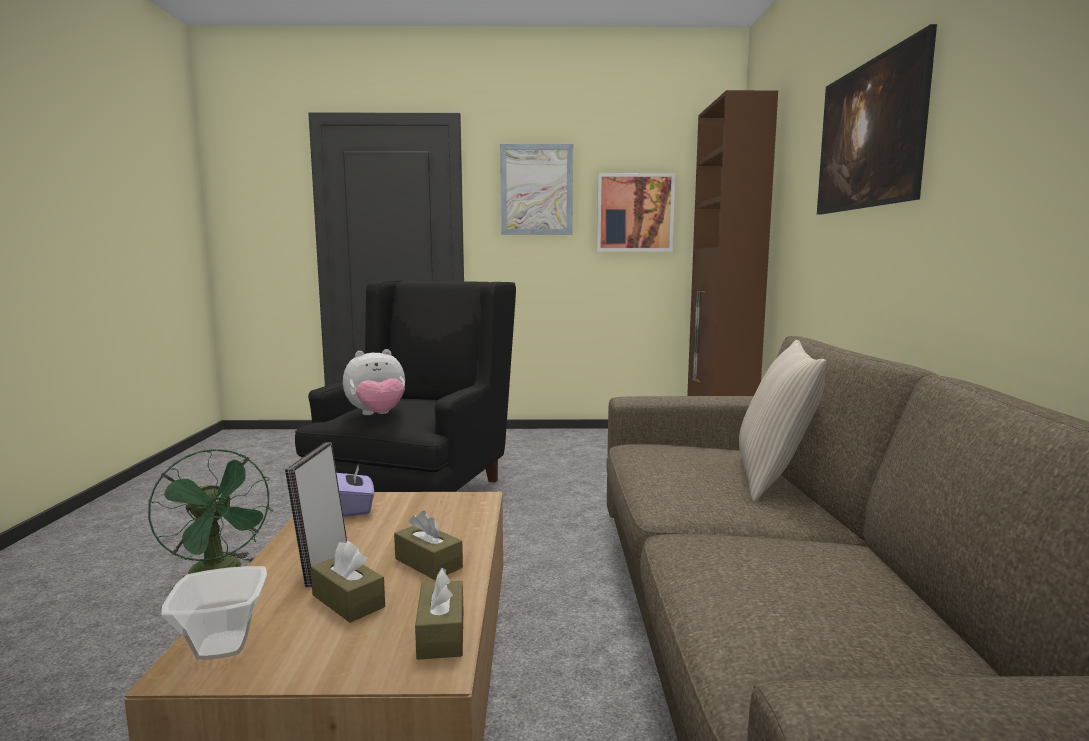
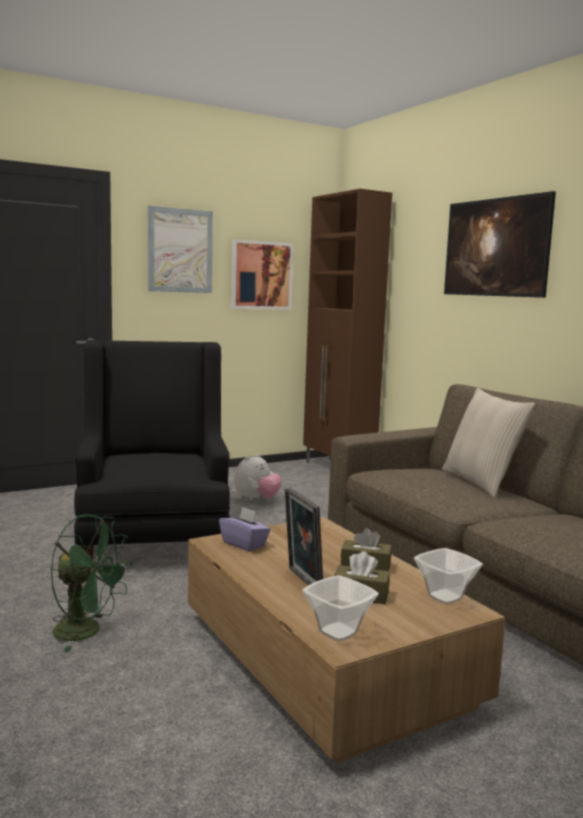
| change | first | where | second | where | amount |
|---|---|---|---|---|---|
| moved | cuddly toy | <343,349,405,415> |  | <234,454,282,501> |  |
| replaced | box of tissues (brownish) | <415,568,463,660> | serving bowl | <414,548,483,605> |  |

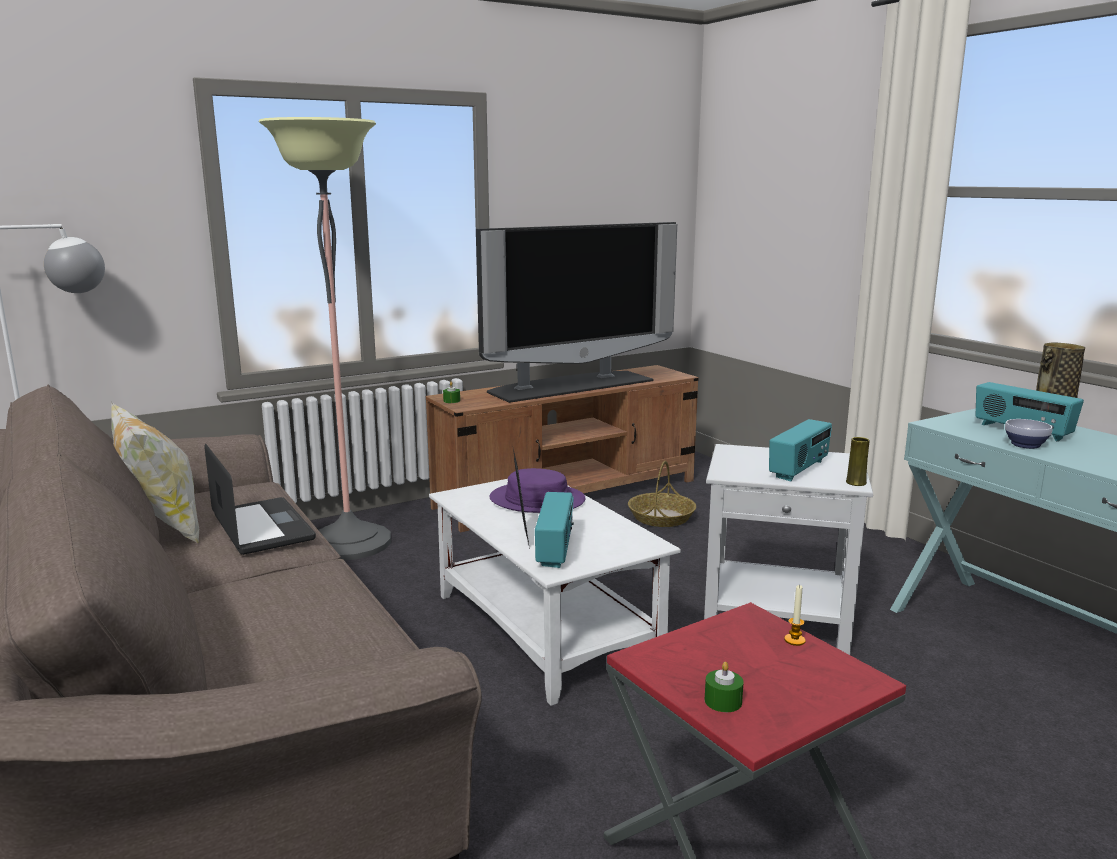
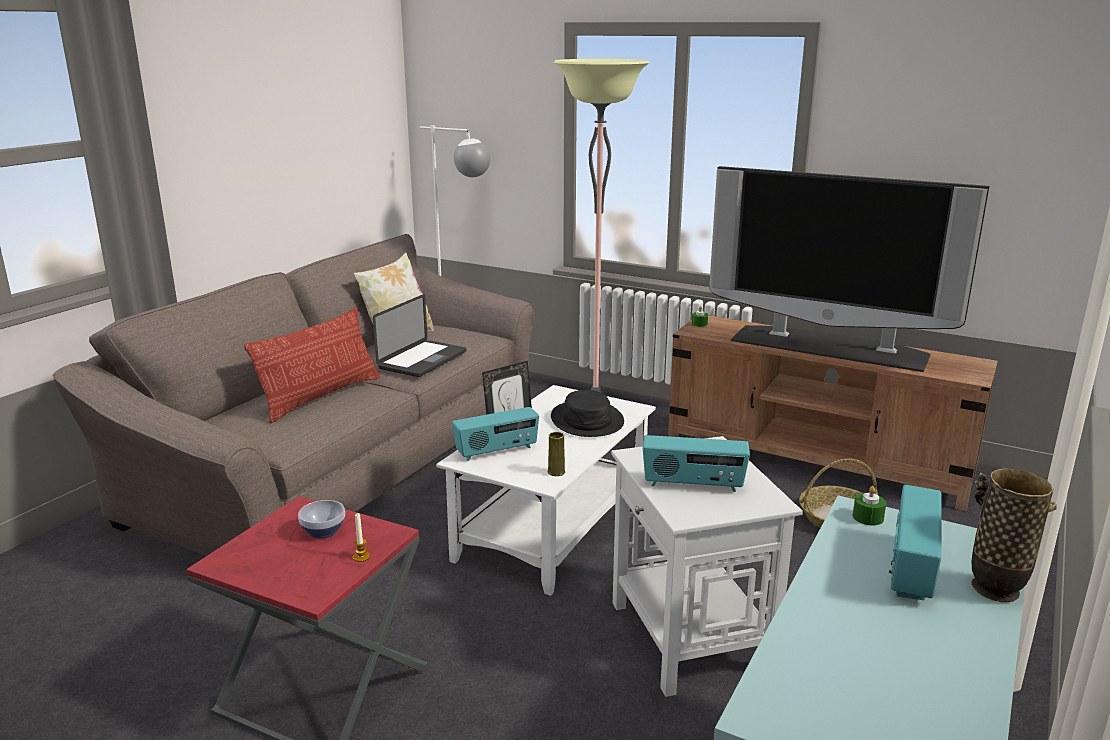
| change | first | where | second | where | amount |
|---|---|---|---|---|---|
| moved | serving bowl | <1005,419,1053,449> |  | <298,500,345,538> |  |
| moved | decorative vase (yellow-coloured) | <846,437,870,486> |  | <548,432,565,476> |  |
| recoloured | hat (purple) | <490,468,585,513> | hat (black) | <551,390,624,437> |  |
| moved | wax light (greenish) | <705,662,743,712> |  | <853,486,886,526> |  |
| added |  |  | pillow | <244,307,380,423> |  |

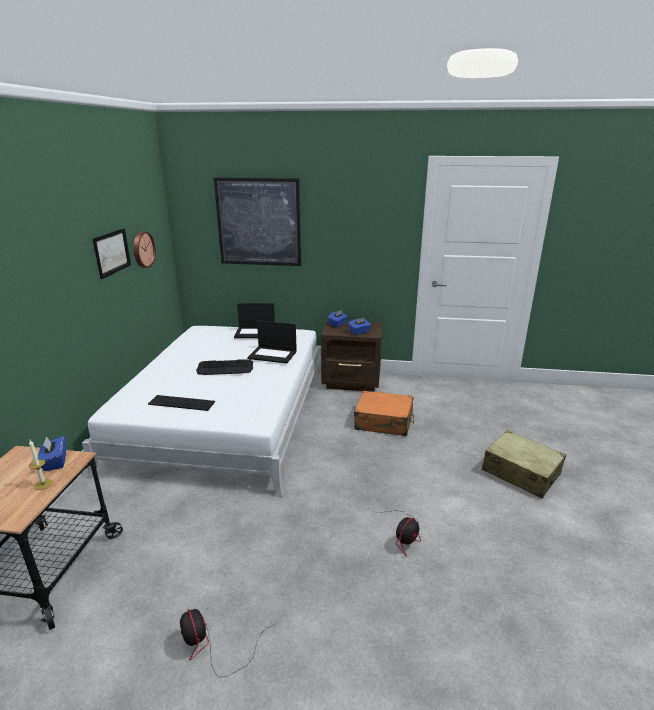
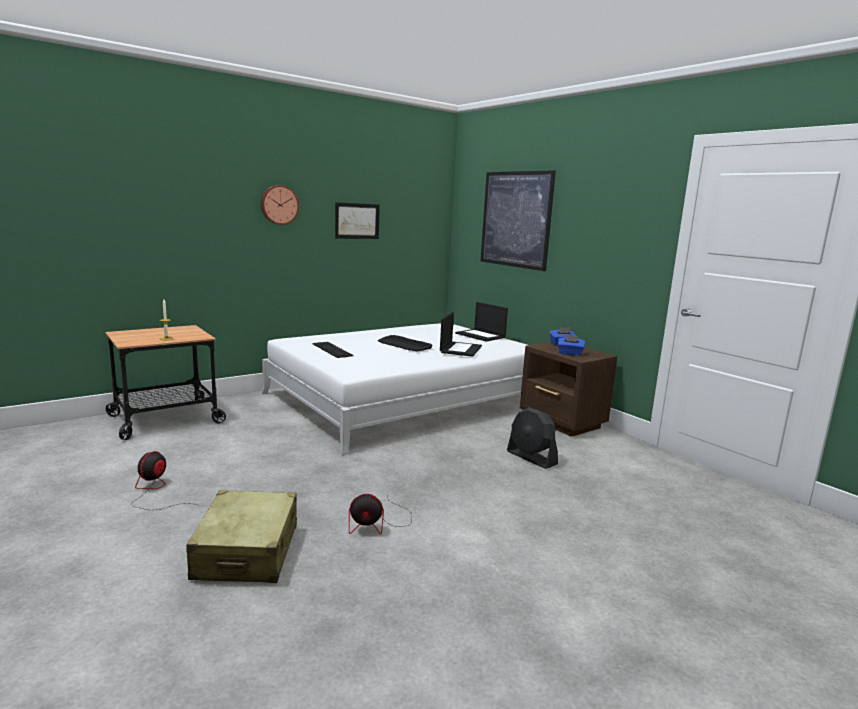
| change | first | where | second | where | amount |
|---|---|---|---|---|---|
| moved | wall clock | <134,232,156,268> |  | <261,185,299,225> |  |
| turned | portable computer | <247,320,297,364> |  | <440,312,482,357> | 135 degrees counterclockwise |
| replaced | suitcase (orangey) | <354,391,414,436> | cooling fan (black) | <507,407,558,469> |  |
| moved | suitcase (beige) | <482,430,566,499> |  | <186,490,297,583> |  |
| removed | box of tissues (blue-coloured) | <38,436,66,471> |  |  |  |

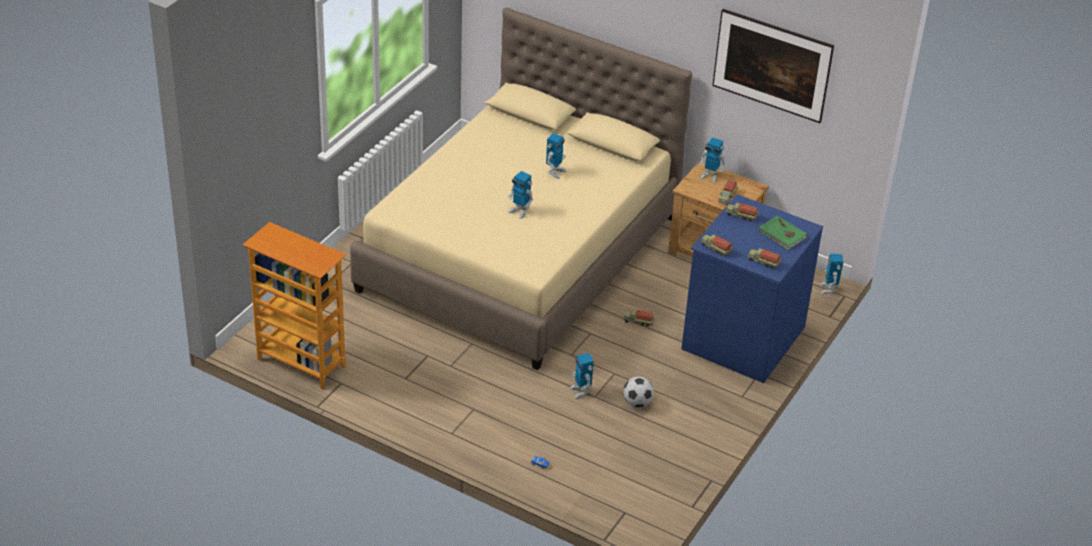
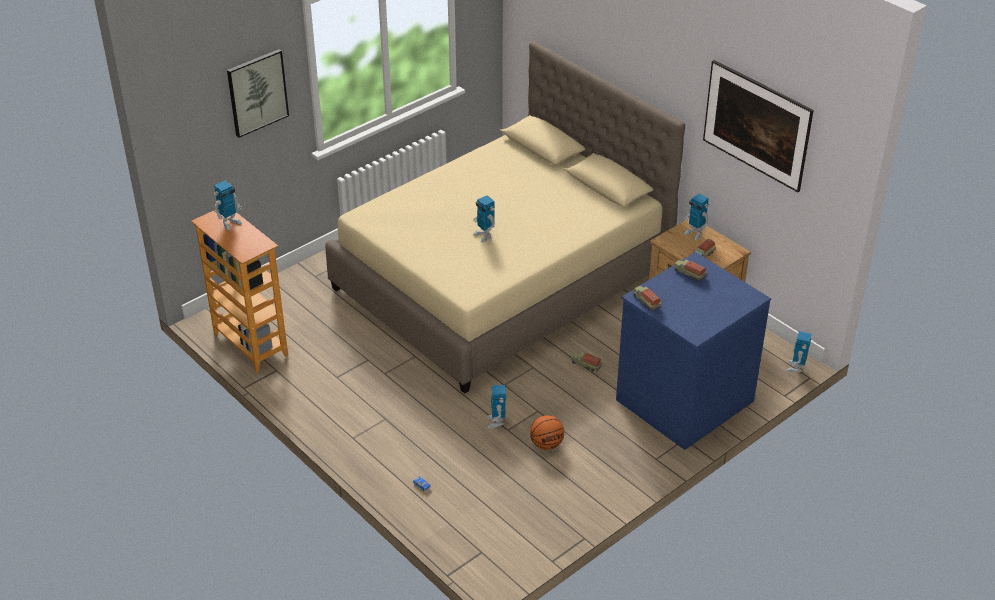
| change | first | where | second | where | amount |
|---|---|---|---|---|---|
| moved | toy robot | <546,133,567,179> |  | <214,181,242,231> |  |
| removed | volume (greenish) | <758,216,807,250> |  |  |  |
| removed | toy lorry | <748,248,781,269> |  |  |  |
| replaced | football ball | <623,377,654,407> | ball for basketball | <530,415,564,450> |  |
| added |  |  | wall art | <227,49,289,138> |  |

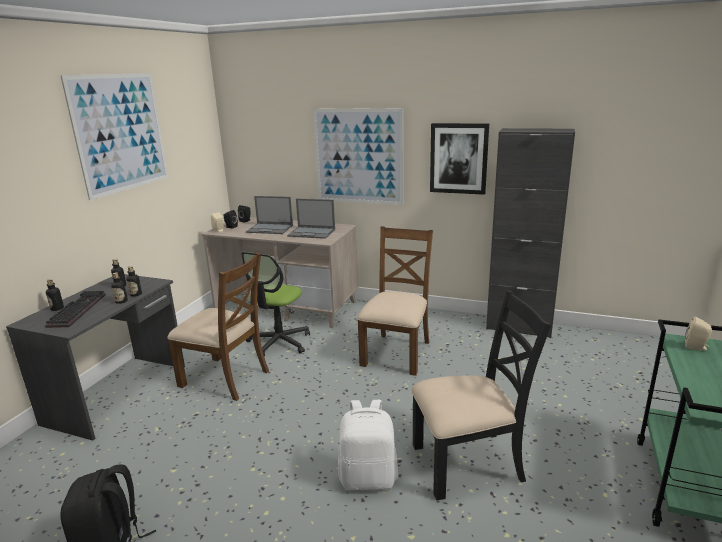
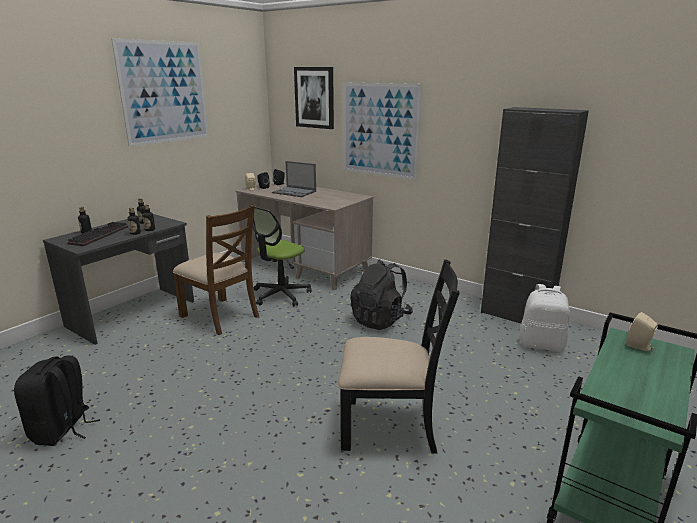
| change | first | where | second | where | amount |
|---|---|---|---|---|---|
| moved | wall art | <430,123,489,195> |  | <294,67,334,129> |  |
| removed | portable computer | <287,199,335,239> |  |  |  |
| replaced | plain chair (brownish) | <357,226,433,376> | rucksack (black) | <350,259,413,330> |  |
| moved | rucksack (whitish) | <338,400,398,490> |  | <519,284,570,352> |  |

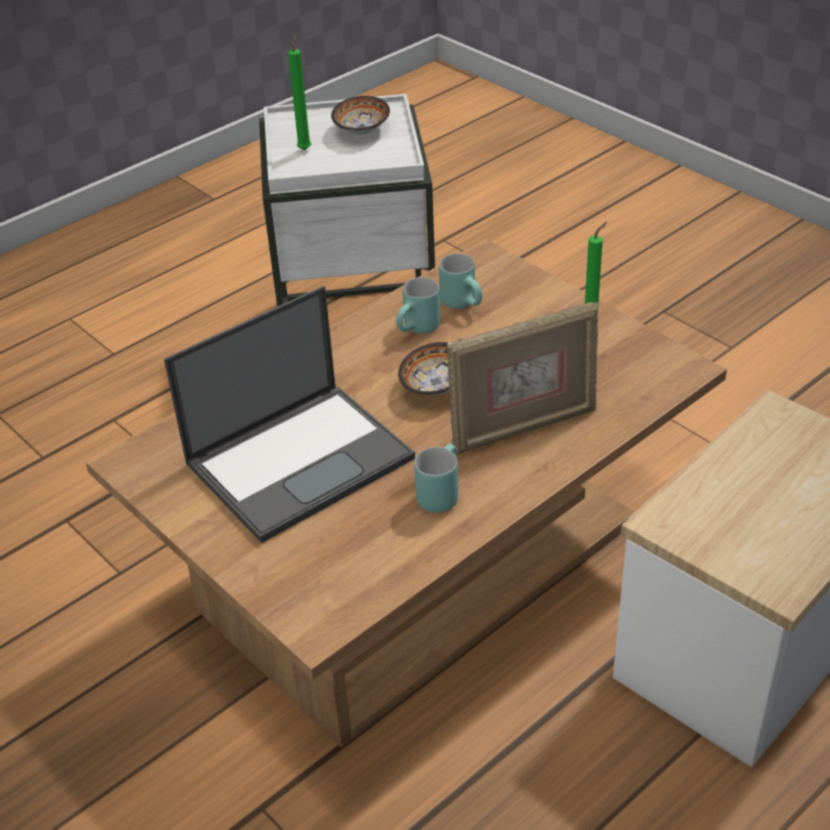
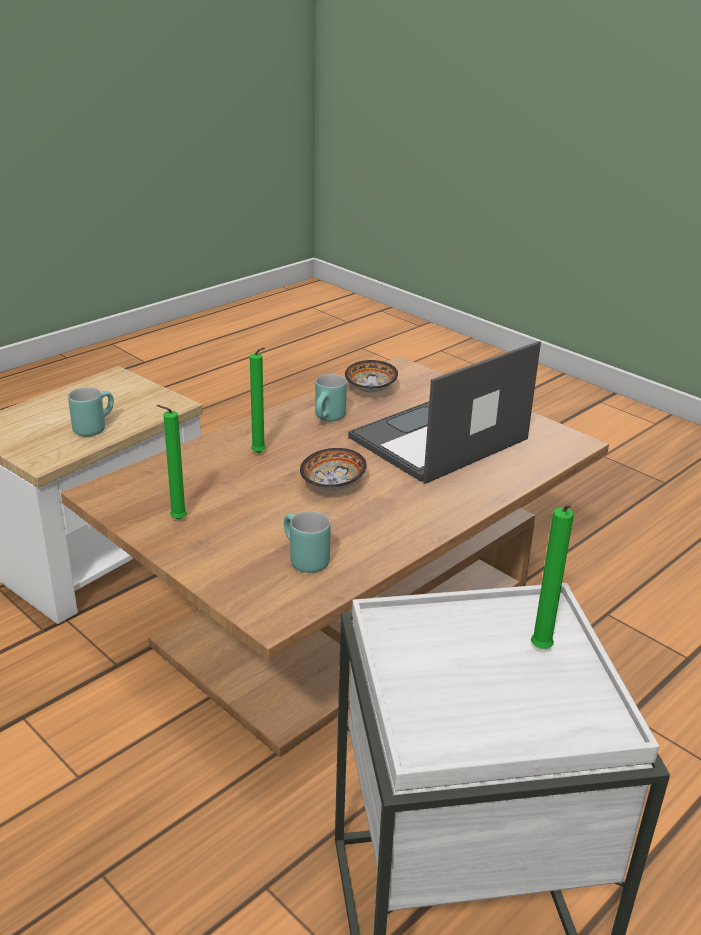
| change | first | where | second | where | amount |
|---|---|---|---|---|---|
| moved | serving bowl | <331,96,390,134> |  | <345,360,398,393> |  |
| moved | mug (turquoise) | <396,277,441,334> |  | <68,387,114,436> |  |
| replaced | standing frame | <446,302,598,455> | wax light (greenish) | <250,347,266,453> |  |

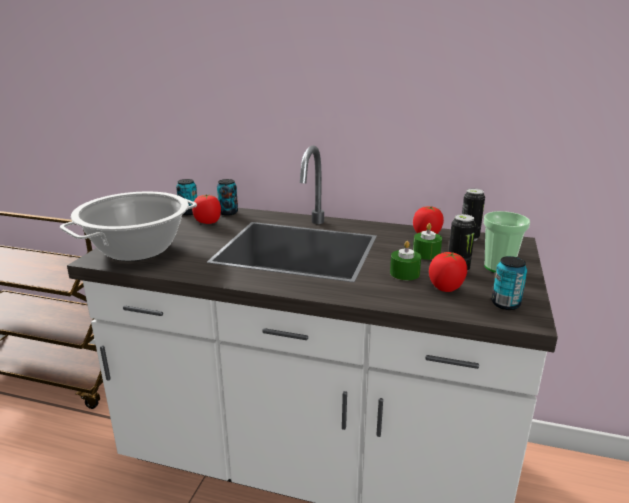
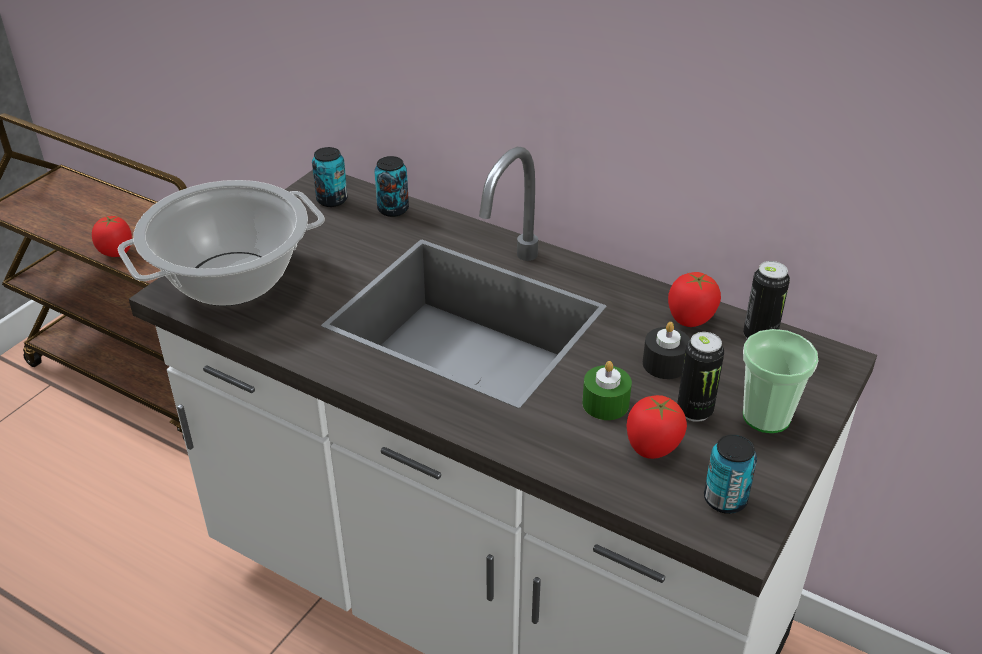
| change | first | where | second | where | amount |
|---|---|---|---|---|---|
| moved | tomato | <192,194,221,224> |  | <92,216,132,257> |  |
| recoloured | wax light (greenish) | <413,223,442,260> | wax light (black) | <643,322,690,379> |  |

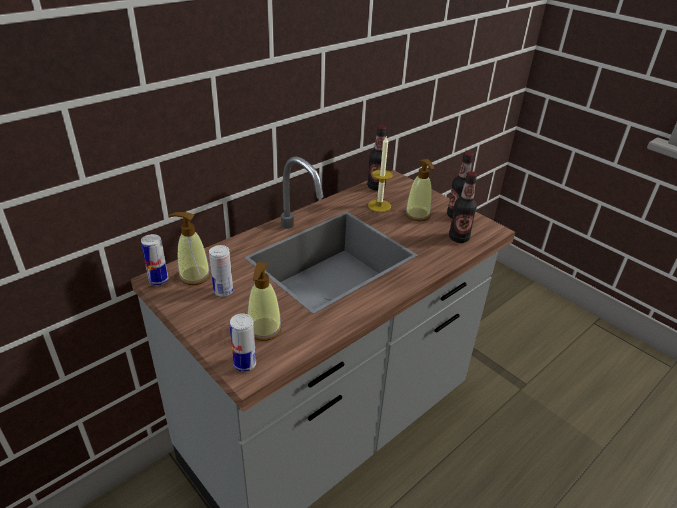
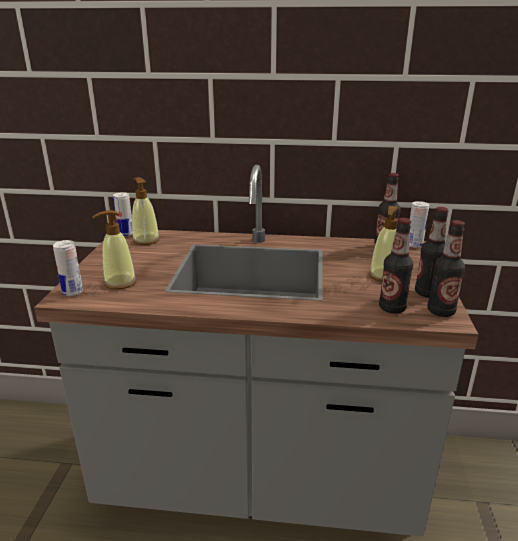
| change | first | where | second | where | amount |
|---|---|---|---|---|---|
| removed | wax light | <368,135,393,212> |  |  |  |
| moved | can | <209,245,233,297> |  | <409,201,429,248> |  |
| added |  |  | beverage bottle | <427,220,465,317> |  |

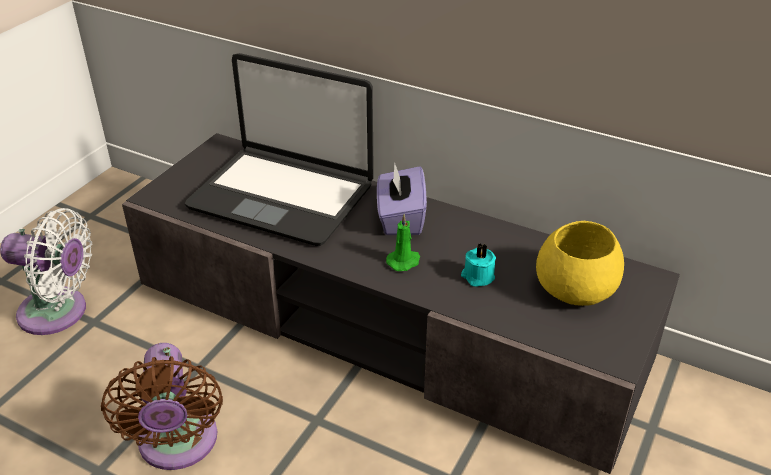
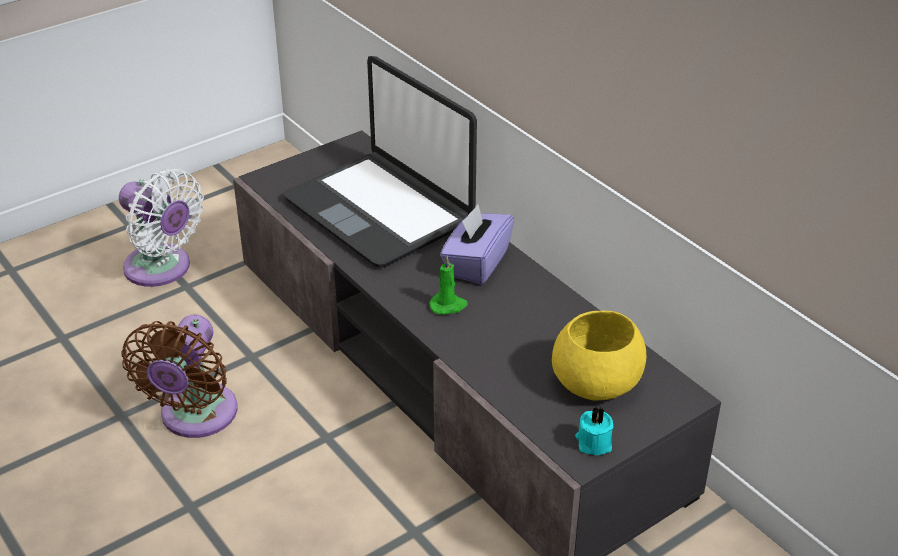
| change | first | where | second | where | amount |
|---|---|---|---|---|---|
| moved | wax light (turquoise) | <461,243,496,287> |  | <575,406,613,455> |  |

